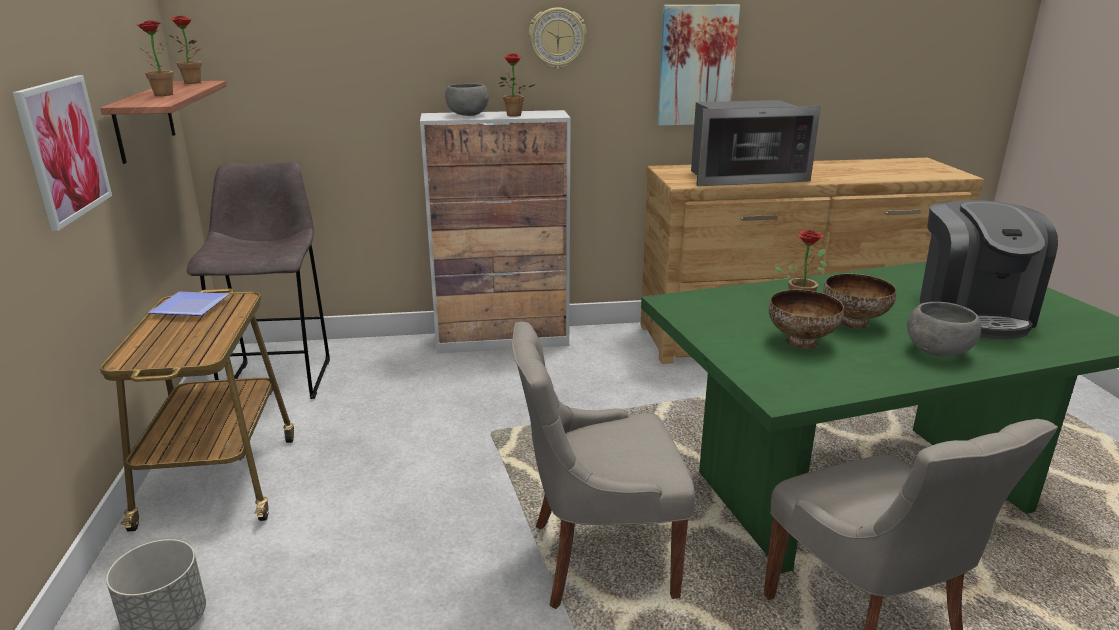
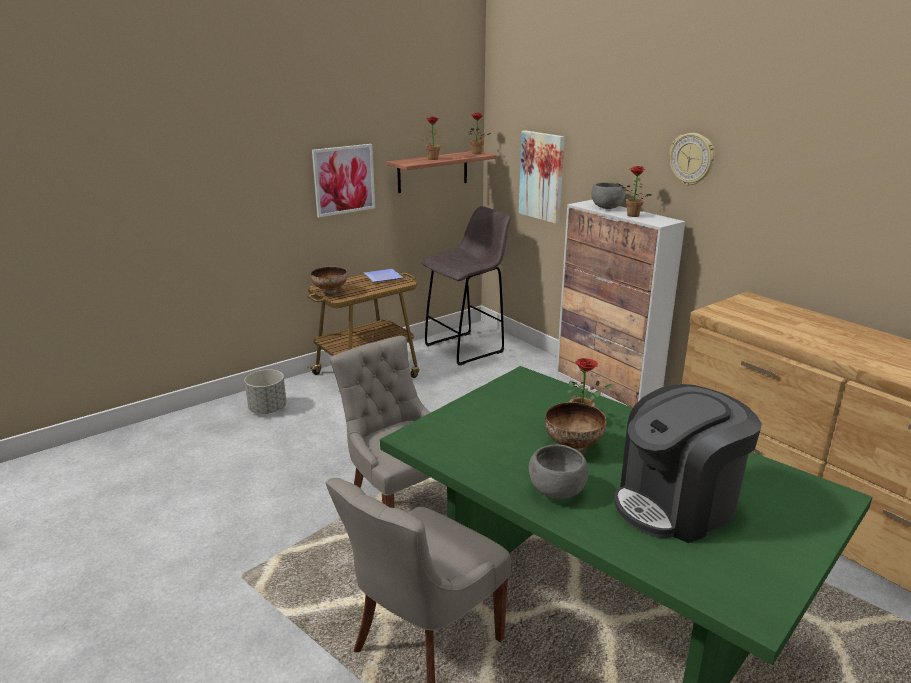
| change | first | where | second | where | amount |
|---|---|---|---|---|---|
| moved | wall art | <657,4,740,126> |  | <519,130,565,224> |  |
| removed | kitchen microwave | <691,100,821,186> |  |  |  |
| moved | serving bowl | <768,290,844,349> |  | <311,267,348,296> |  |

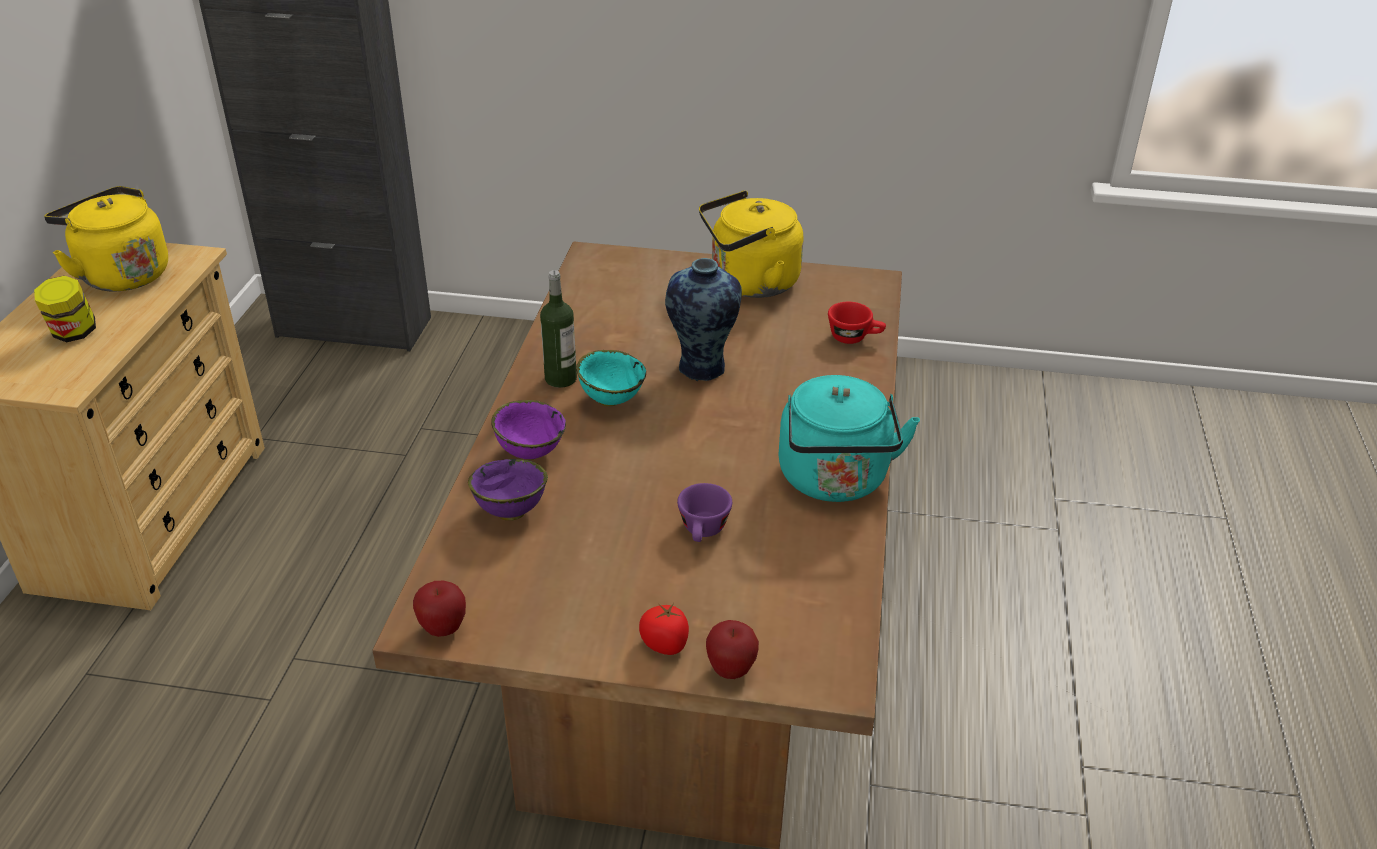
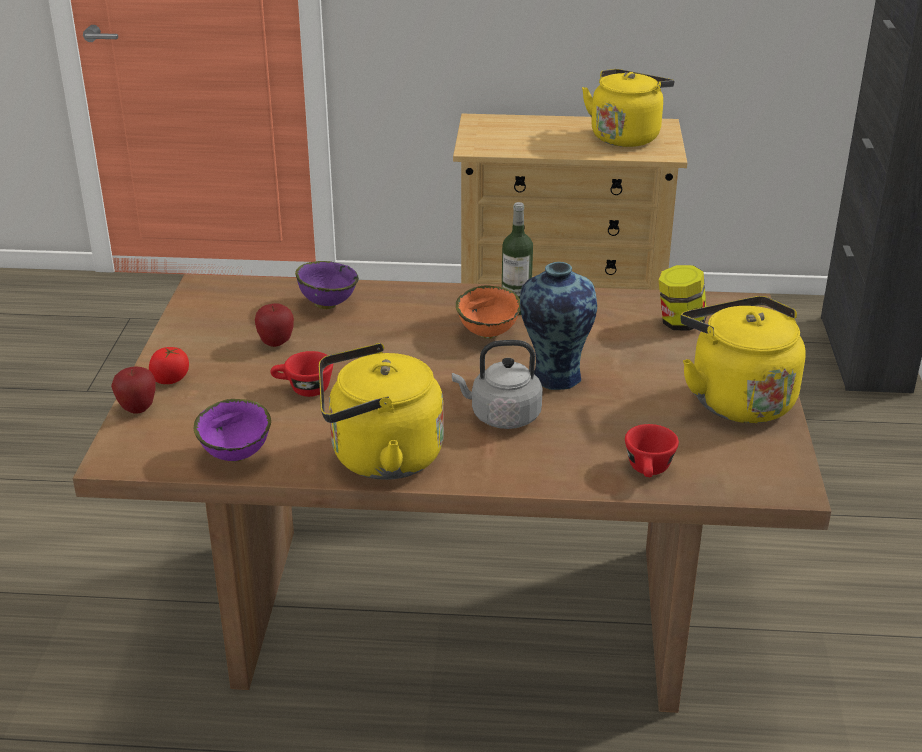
| change | first | where | second | where | amount |
|---|---|---|---|---|---|
| moved | jar | <34,276,96,342> |  | <659,265,707,331> |  |
| recoloured | serving bowl (turquoise) | <576,350,646,407> | serving bowl (orangey) | <456,285,521,339> |  |
| recoloured | tea kettle (turquoise) | <779,375,920,502> | tea kettle (yellow-coloured) | <319,343,444,480> |  |
| moved | serving bowl (purple) | <491,400,566,460> |  | <194,399,271,462> |  |
| recoloured | small cup (purple) | <677,483,732,542> | small cup (red) | <270,351,333,397> |  |
| moved | apple | <413,581,466,637> |  | <255,303,294,347> |  |
| added |  |  | tea kettle (greyish) | <452,340,543,429> |  |

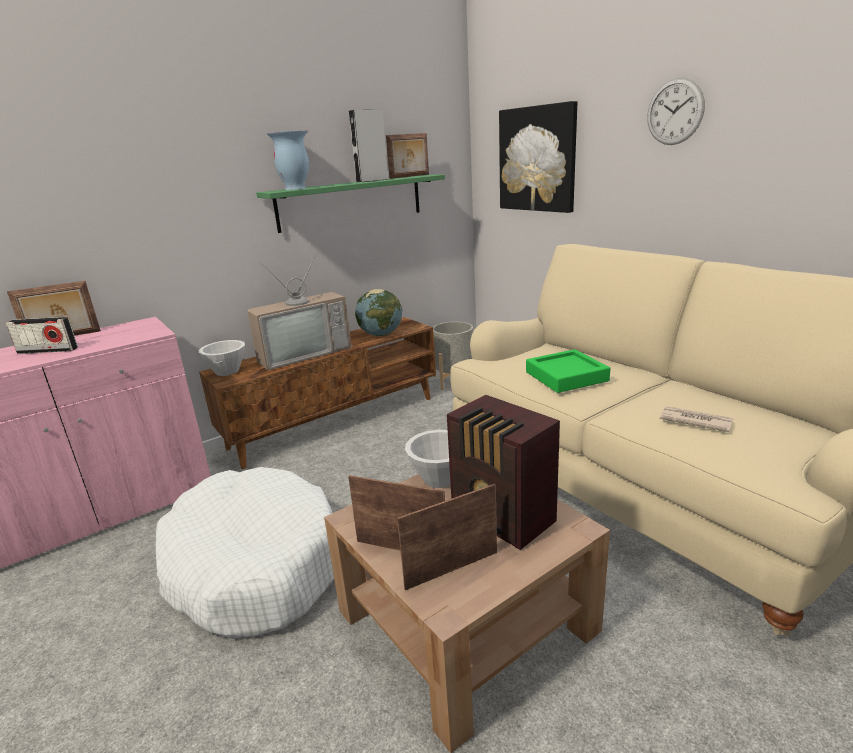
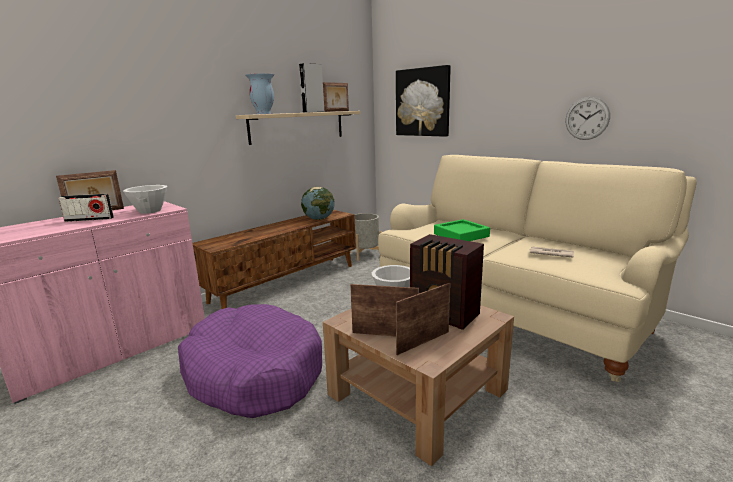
| change | first | where | second | where | amount |
|---|---|---|---|---|---|
| moved | wall clock | <647,78,705,145> |  | <566,97,610,140> |  |
| recoloured | wall shelf (greenish) | <256,175,445,233> | wall shelf (beige) | <236,111,361,145> |  |
| removed | television | <247,251,352,370> |  |  |  |
| moved | serving bowl (whitish) | <199,340,245,376> |  | <123,185,167,214> |  |
| recoloured | pet bed (whitish) | <156,467,334,639> | pet bed (purple) | <178,304,322,418> |  |

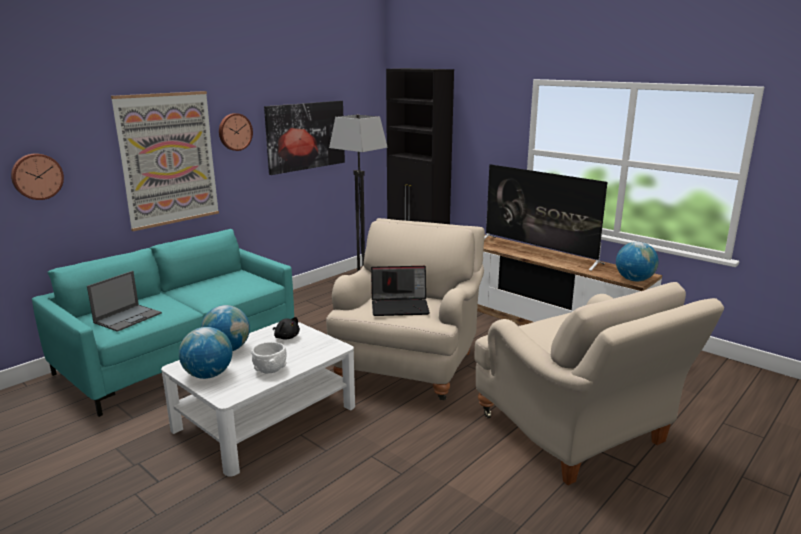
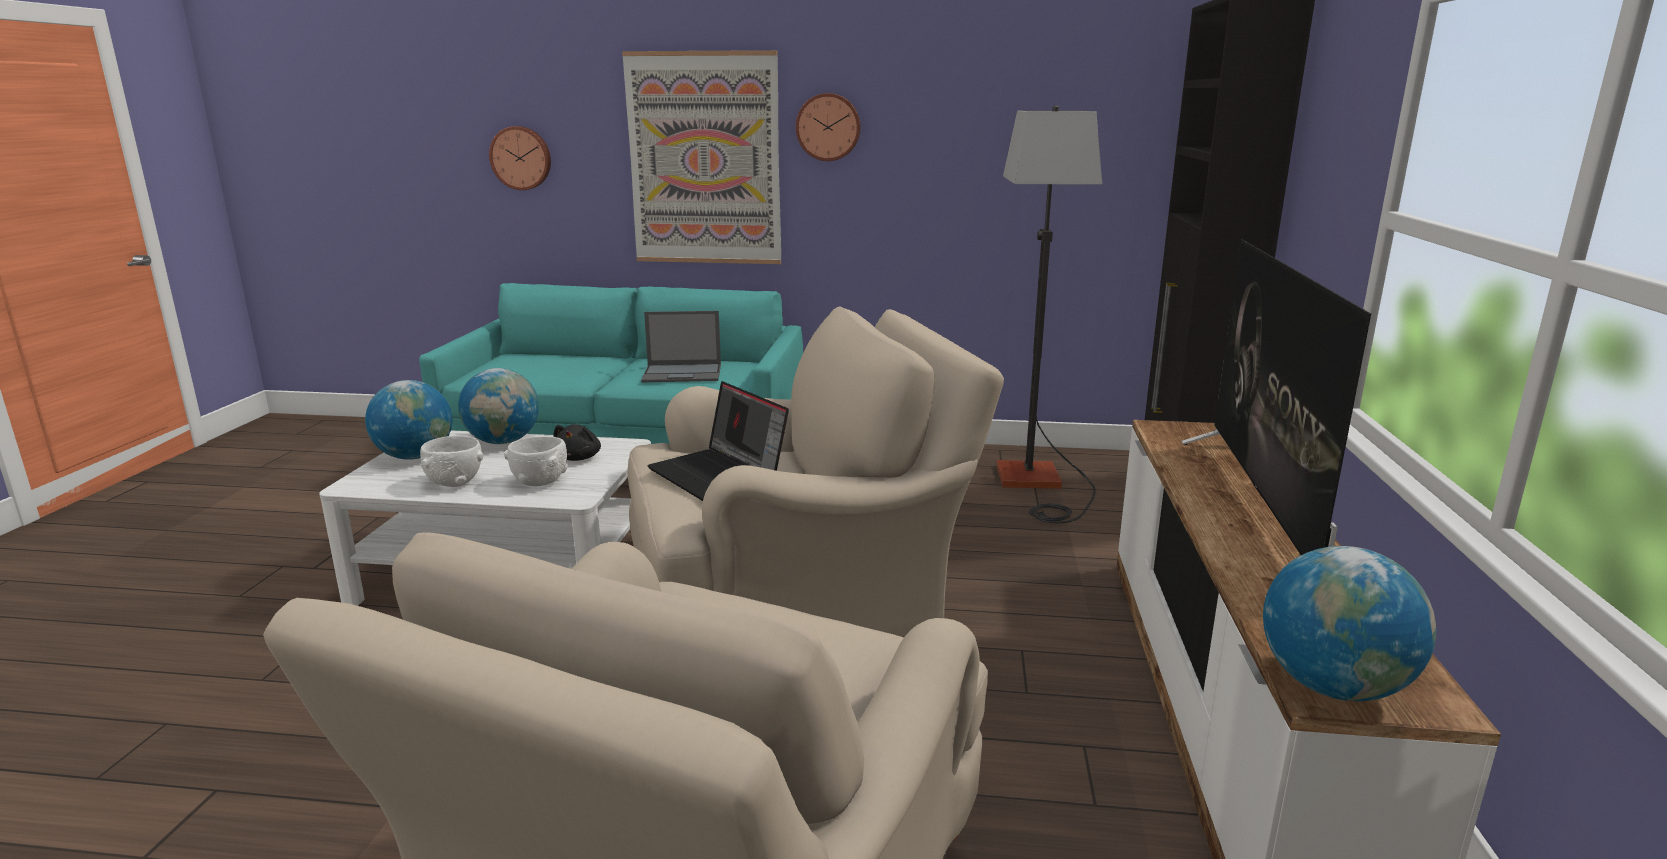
| change | first | where | second | where | amount |
|---|---|---|---|---|---|
| removed | wall art | <264,101,345,175> |  |  |  |
| moved | portable computer | <87,271,162,332> |  | <641,311,721,382> |  |
| added |  |  | serving bowl (whitish) | <504,436,568,486> |  |

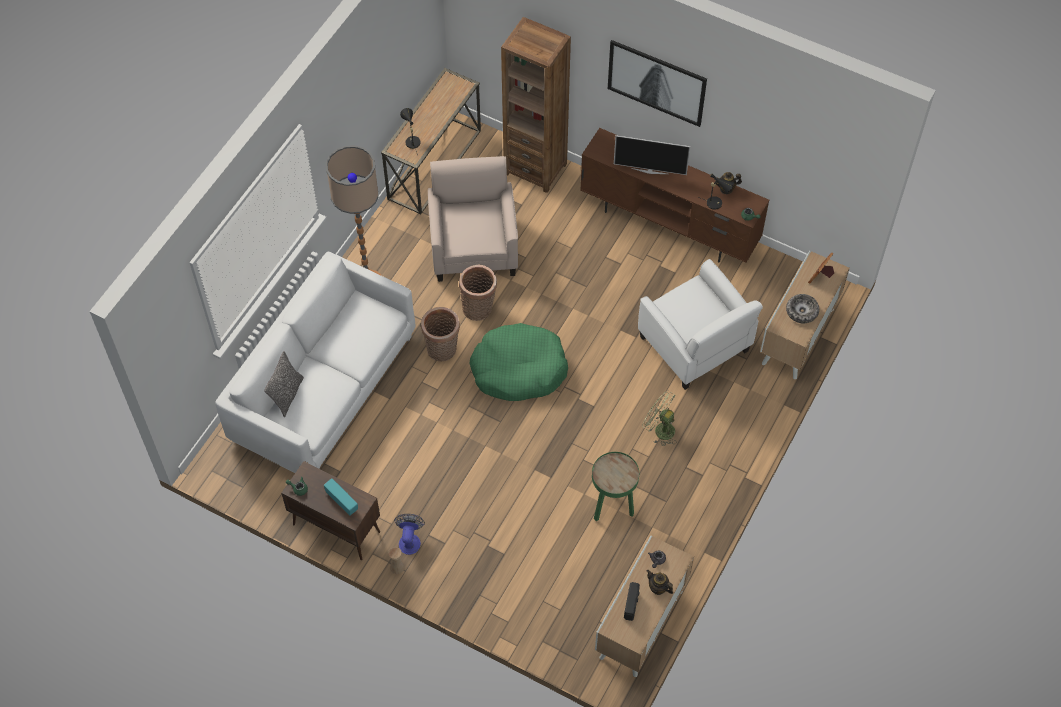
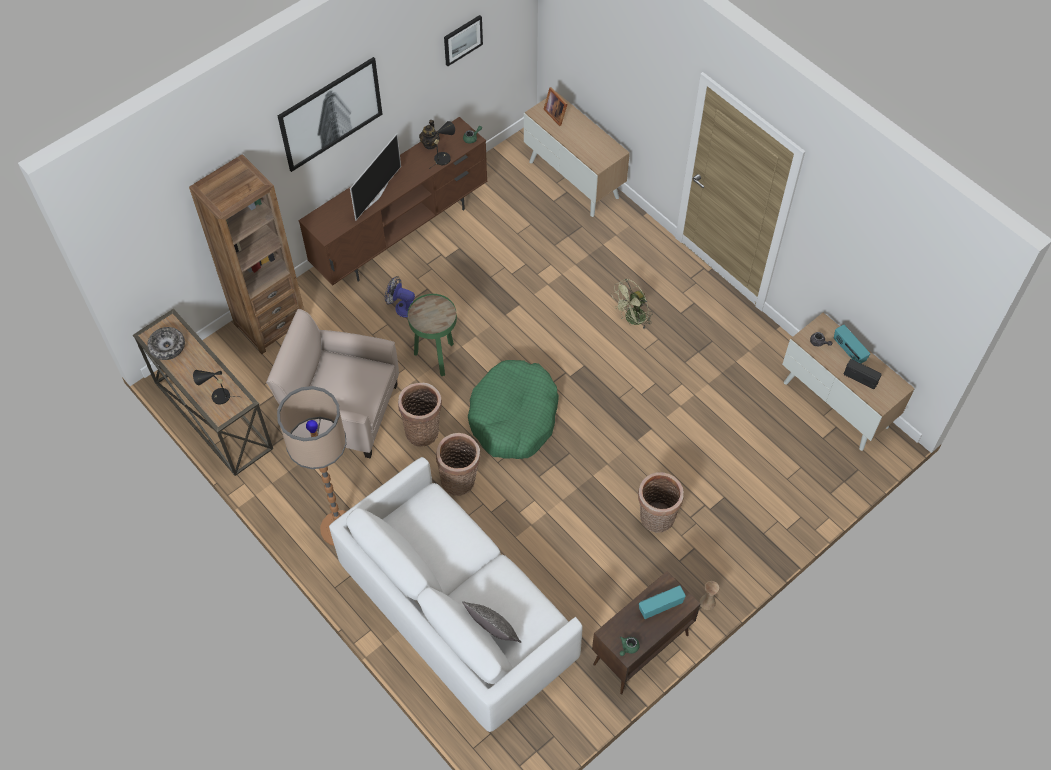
| change | first | where | second | where | amount |
|---|---|---|---|---|---|
| removed | easy chair (whitish) | <638,259,763,390> |  |  |  |
| moved | serving bowl | <786,294,819,323> |  | <147,327,185,360> |  |
| moved | accent table (greenish) | <592,452,639,522> |  | <408,294,457,376> |  |
| moved | cooling fan | <394,514,425,555> |  | <385,276,415,318> |  |
| replaced | teapot | <646,570,673,595> | radio | <834,325,870,363> |  |
| added |  |  | wall art | <444,15,483,66> |  |
| added |  |  | basket | <638,472,684,533> |  |

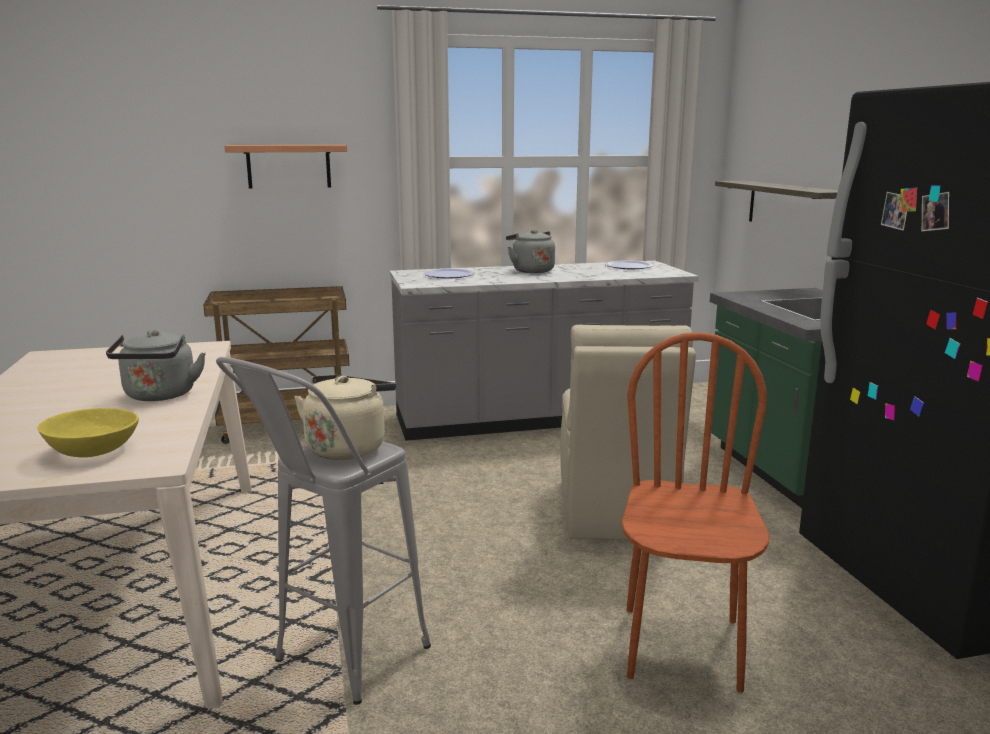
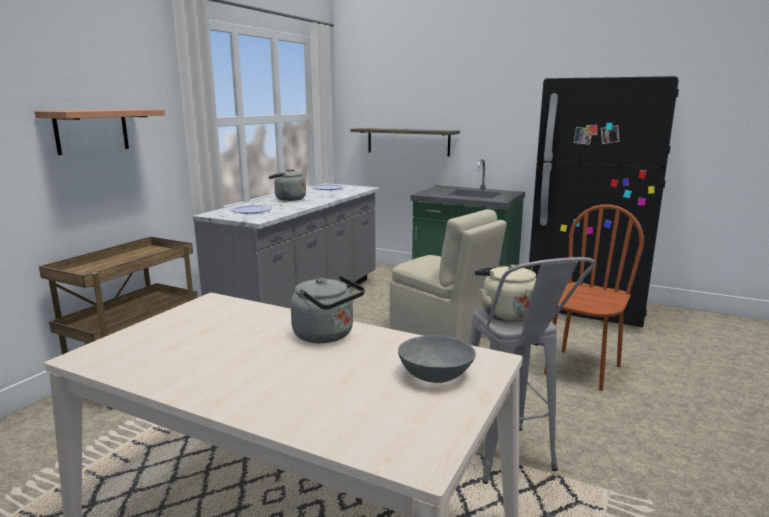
| change | first | where | second | where | amount |
|---|---|---|---|---|---|
| turned | plain chair (brownish) | <622,332,769,693> |  | <544,204,644,391> | 75 degrees clockwise |
| recoloured | serving bowl (yellow-coloured) | <37,408,139,458> | serving bowl (greyish) | <398,335,476,383> |  |

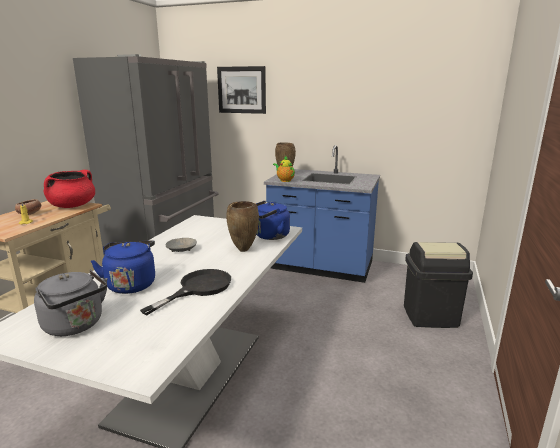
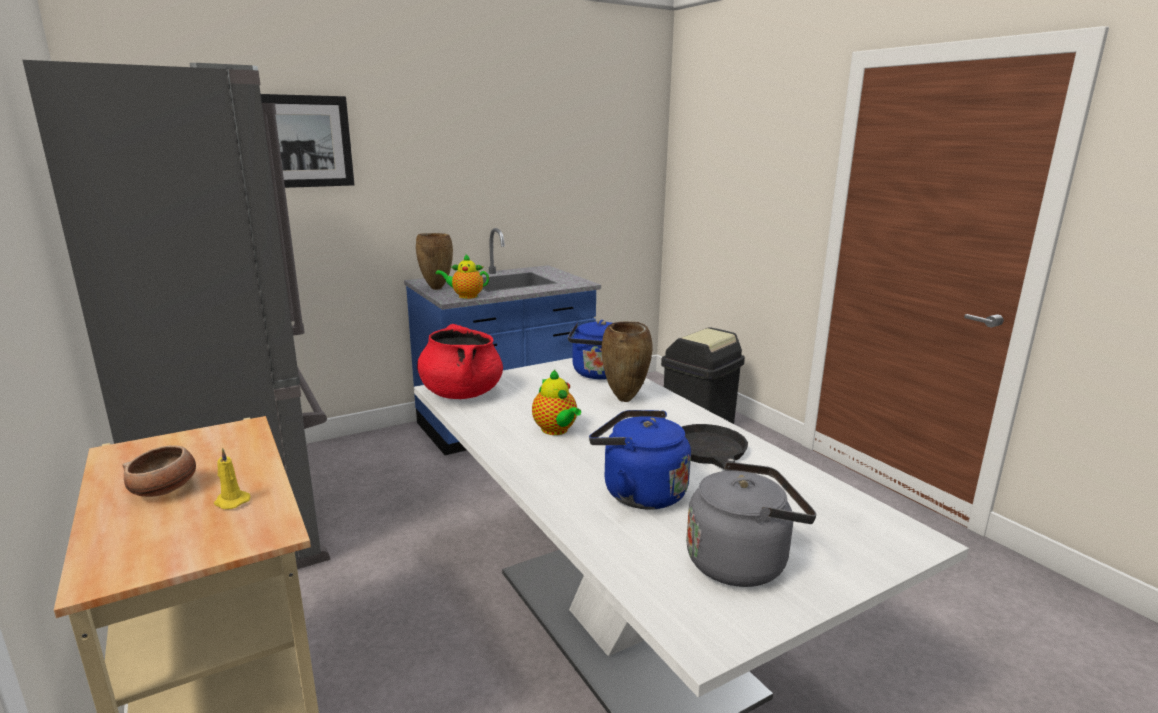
| change | first | where | second | where | amount |
|---|---|---|---|---|---|
| moved | stockpot (red) | <44,170,95,208> |  | <417,324,503,399> |  |
| replaced | serving bowl (greyish) | <166,238,197,252> | teapot | <532,370,581,435> |  |

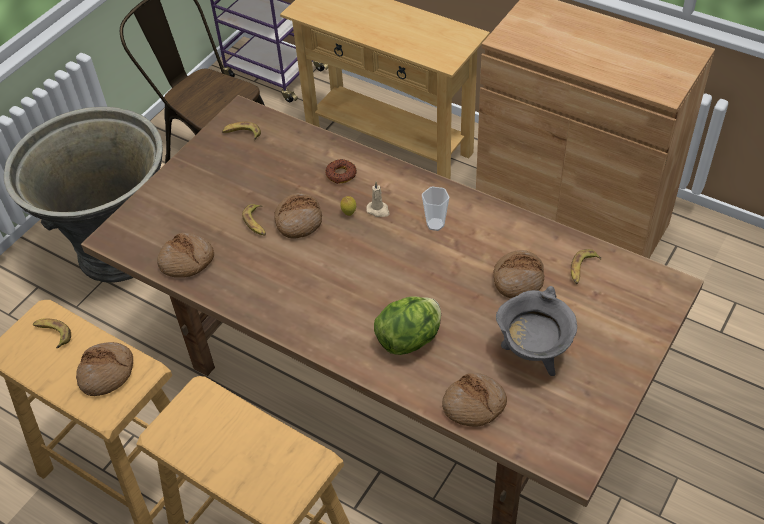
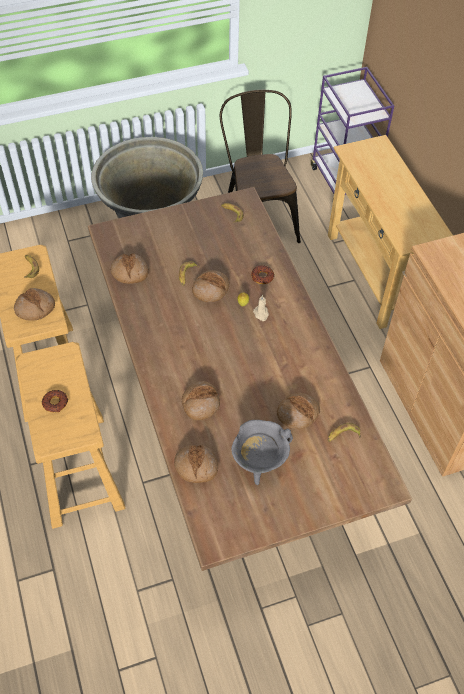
| change | first | where | second | where | amount |
|---|---|---|---|---|---|
| removed | small cup | <422,186,449,231> |  |  |  |
| replaced | lettuce | <374,296,441,355> | baked bread | <182,381,220,420> |  |
| added |  |  | donut | <42,390,68,412> |  |

